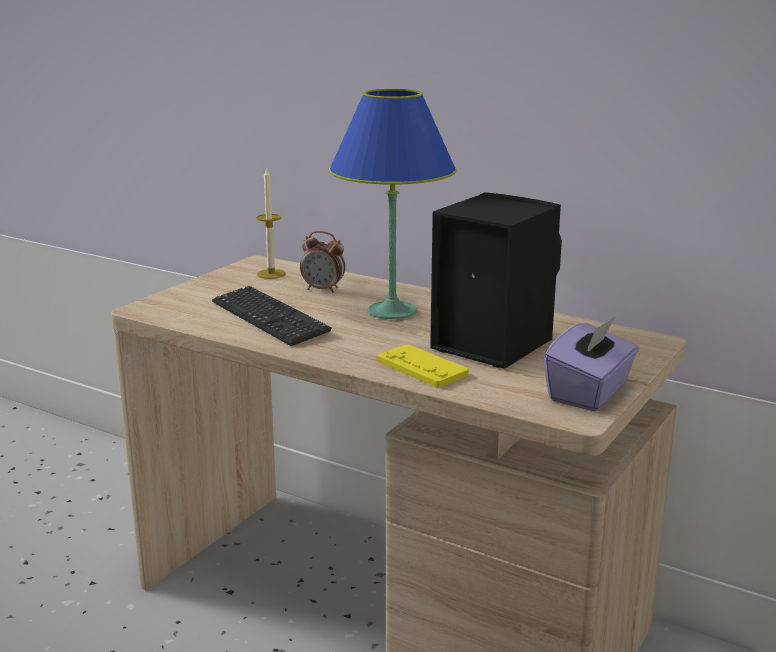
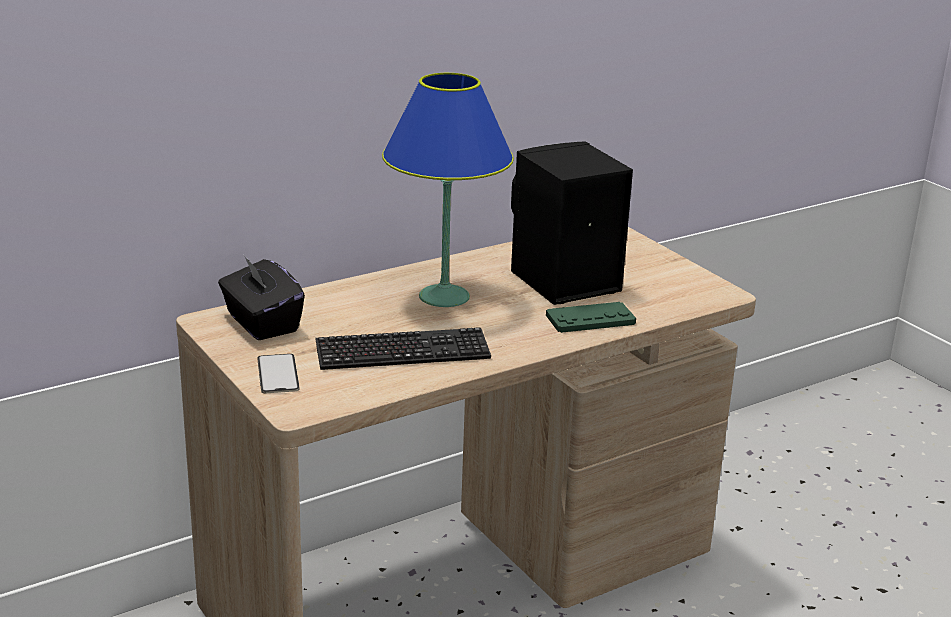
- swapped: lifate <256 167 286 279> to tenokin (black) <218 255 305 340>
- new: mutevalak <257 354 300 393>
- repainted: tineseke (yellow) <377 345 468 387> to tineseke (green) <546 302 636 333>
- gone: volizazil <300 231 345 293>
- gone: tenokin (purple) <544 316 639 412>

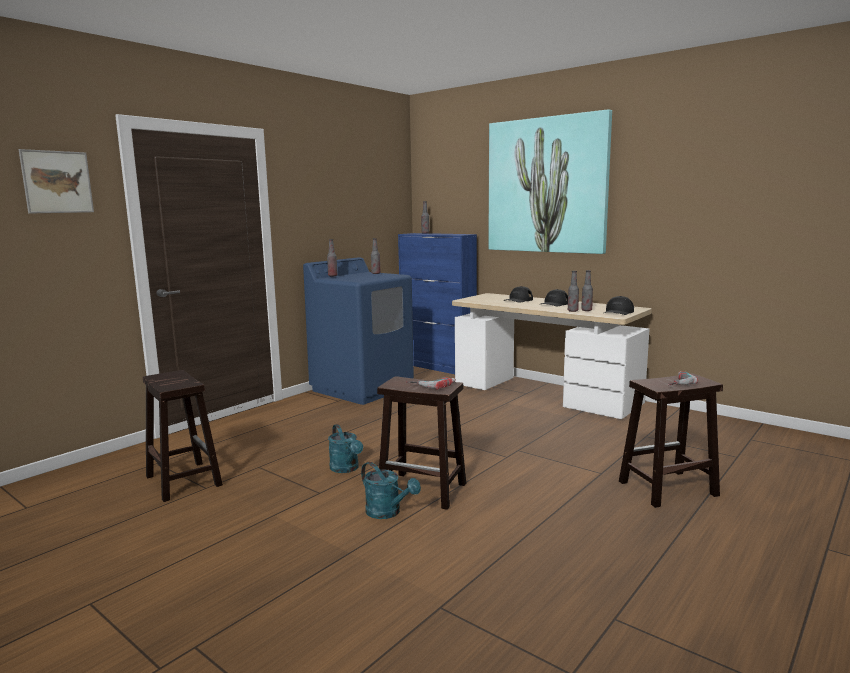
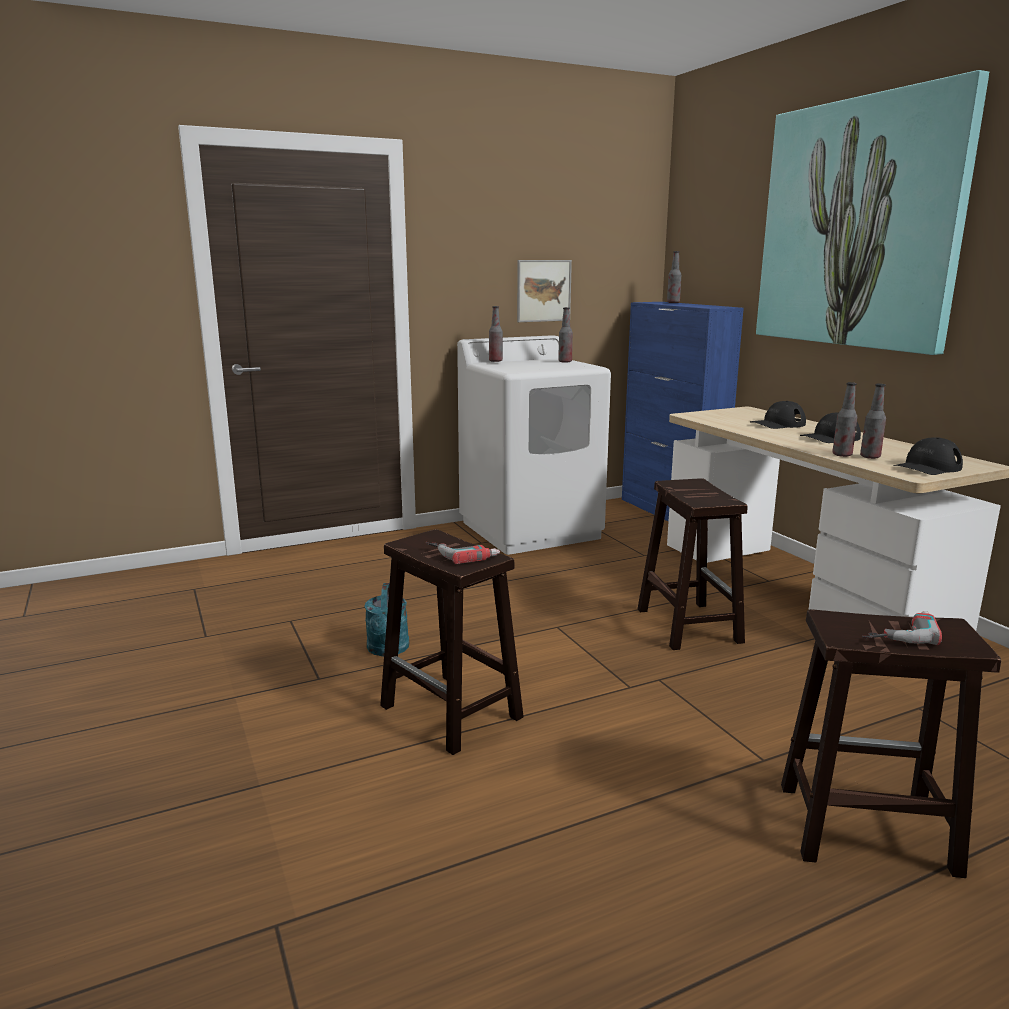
- repainted: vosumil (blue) <303 258 414 405> to vosumil (white) <457 335 611 555>
- shifted: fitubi <18 149 94 214> to <517 260 572 322>
- shifted: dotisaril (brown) <143 370 223 502> to <638 478 748 650>
- gone: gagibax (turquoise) <361 462 421 519>

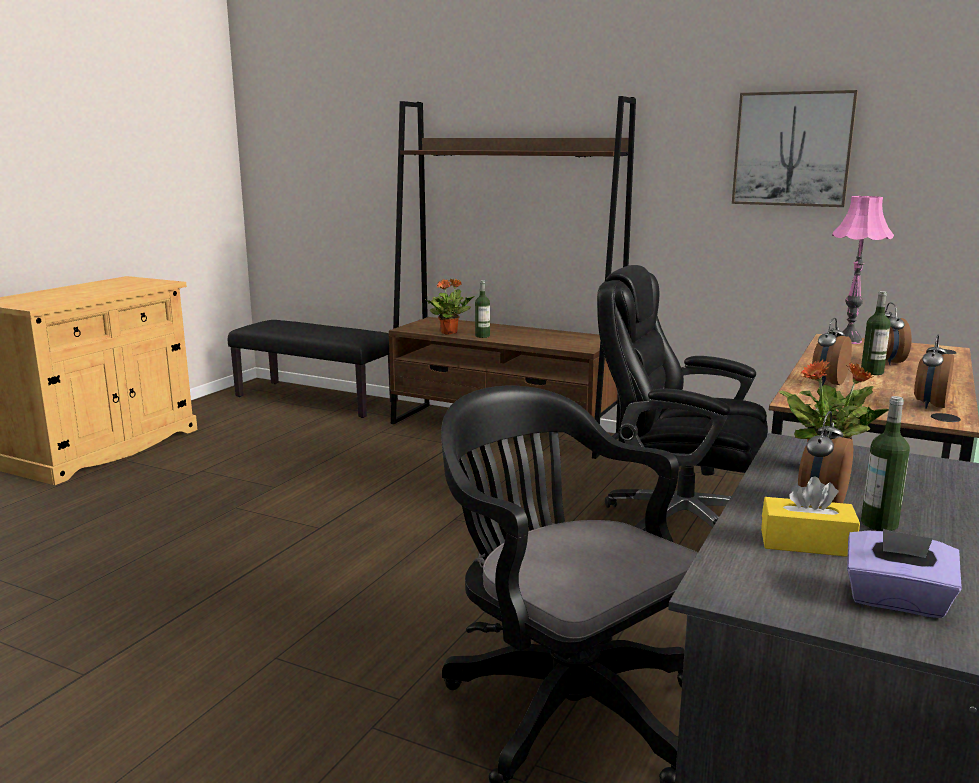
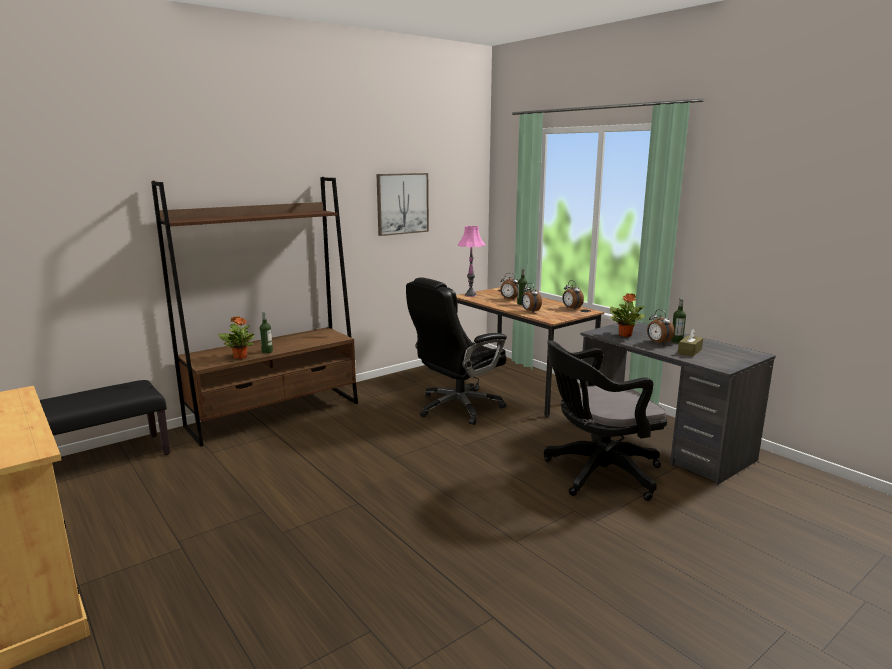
- repainted: tenokin (yellow) <761 477 860 557> to tenokin (brown) <678 328 703 357>
- gone: tenokin (purple) <847 529 962 618>

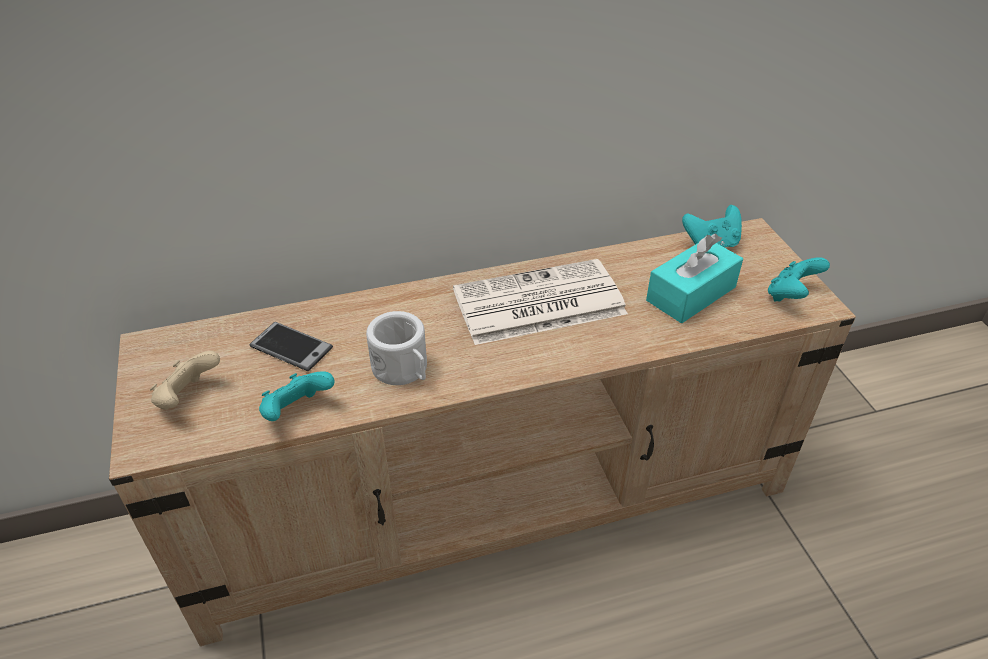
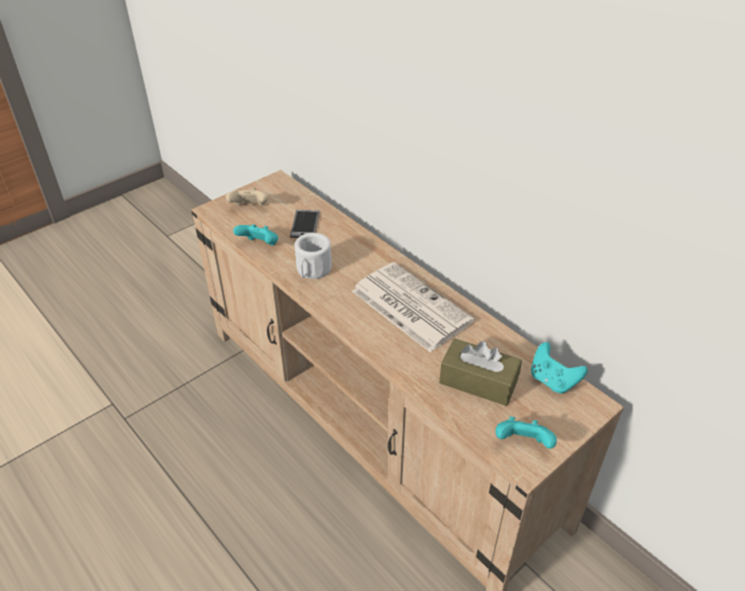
- repainted: tenokin (turquoise) <646 233 743 323> to tenokin (brown) <439 338 522 406>

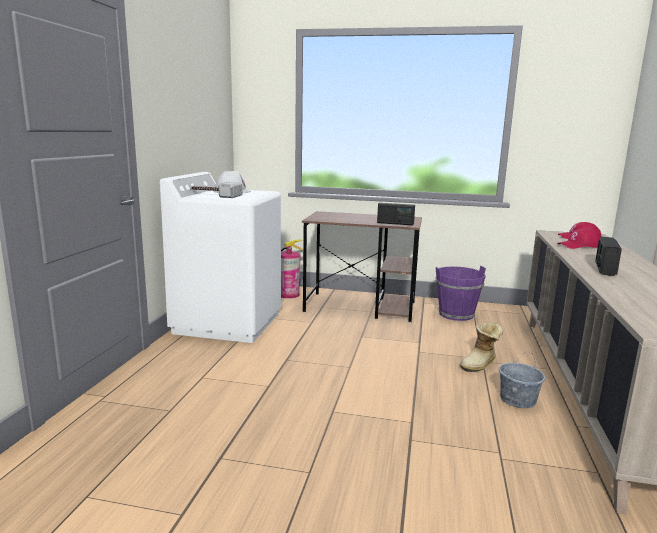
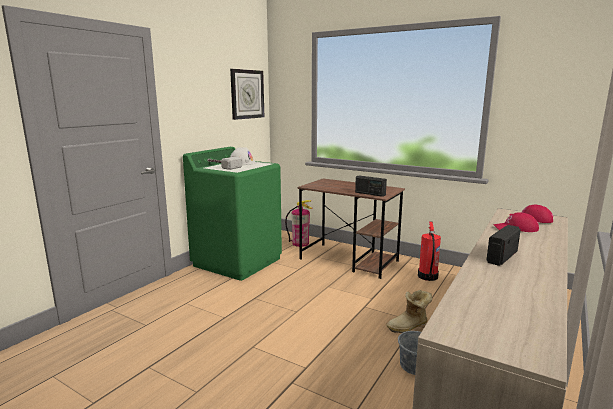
- repainted: vosumil (white) <160 172 281 343> to vosumil (green) <183 147 282 281>
- new: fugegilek <230 69 264 120>
- swapped: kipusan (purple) <435 266 486 321> to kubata <418 221 441 281>

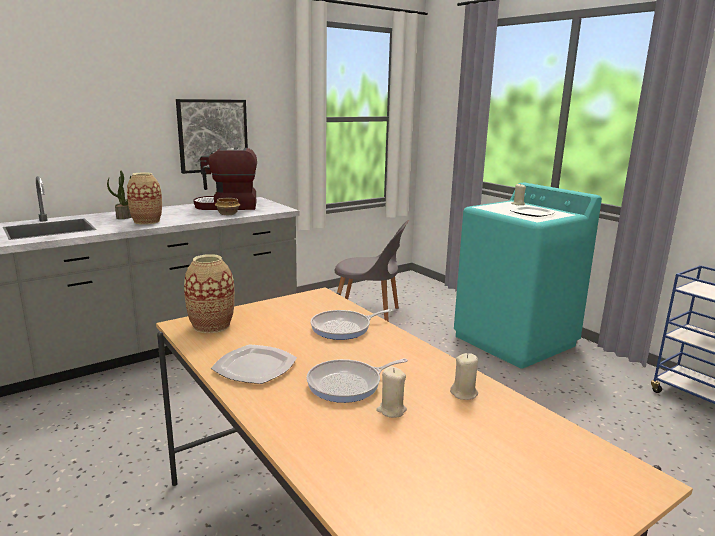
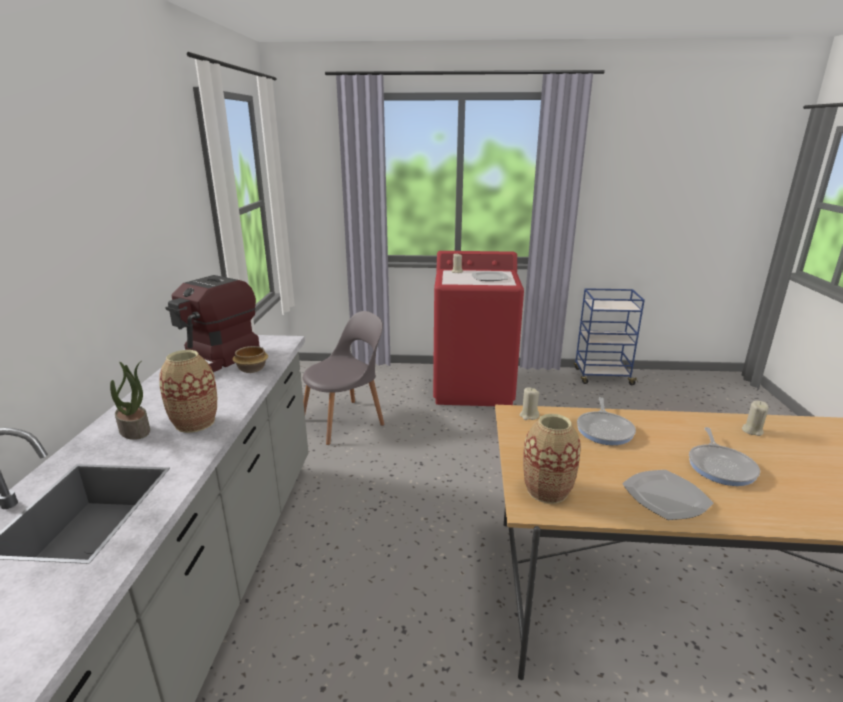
- repainted: vosumil (turquoise) <454 182 602 368> to vosumil (red) <433 251 524 406>
- shifted: lifate (beige) <376 366 407 418> to <520 387 540 420>
- gone: fitubi <176 99 248 174>

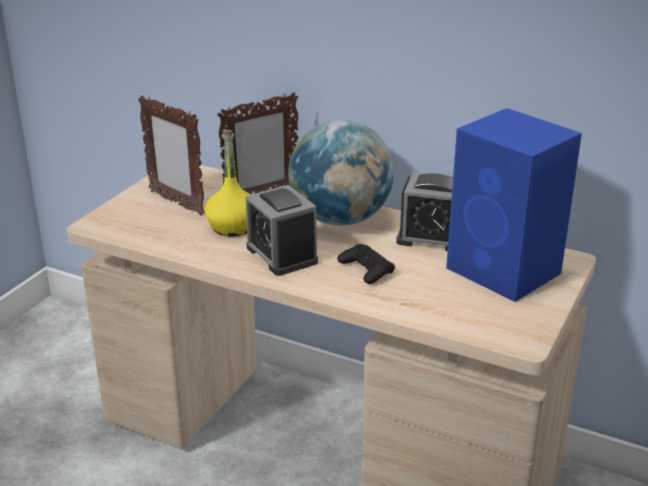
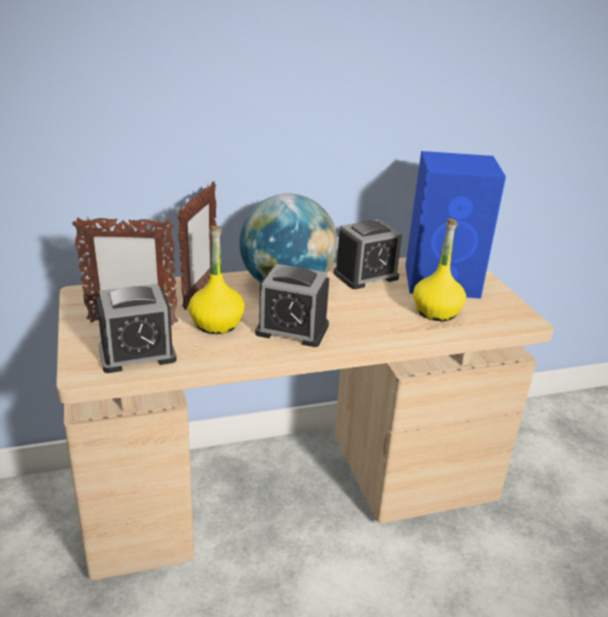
- new: volizazil <96 284 177 373>
- new: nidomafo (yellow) <413 218 466 321>
- gone: tineseke (black) <337 244 395 284>

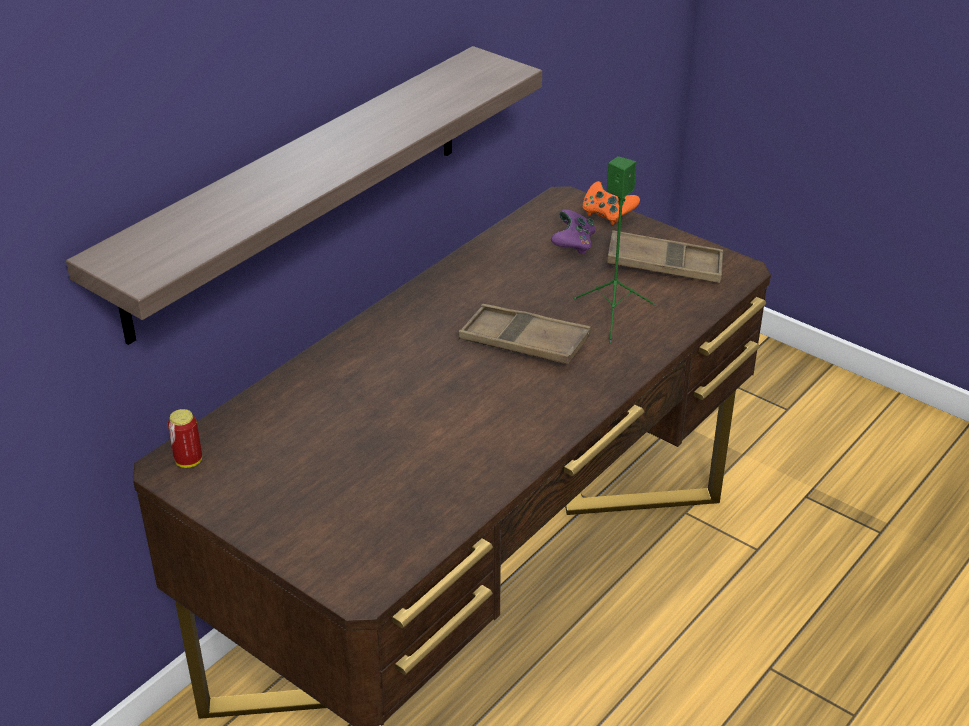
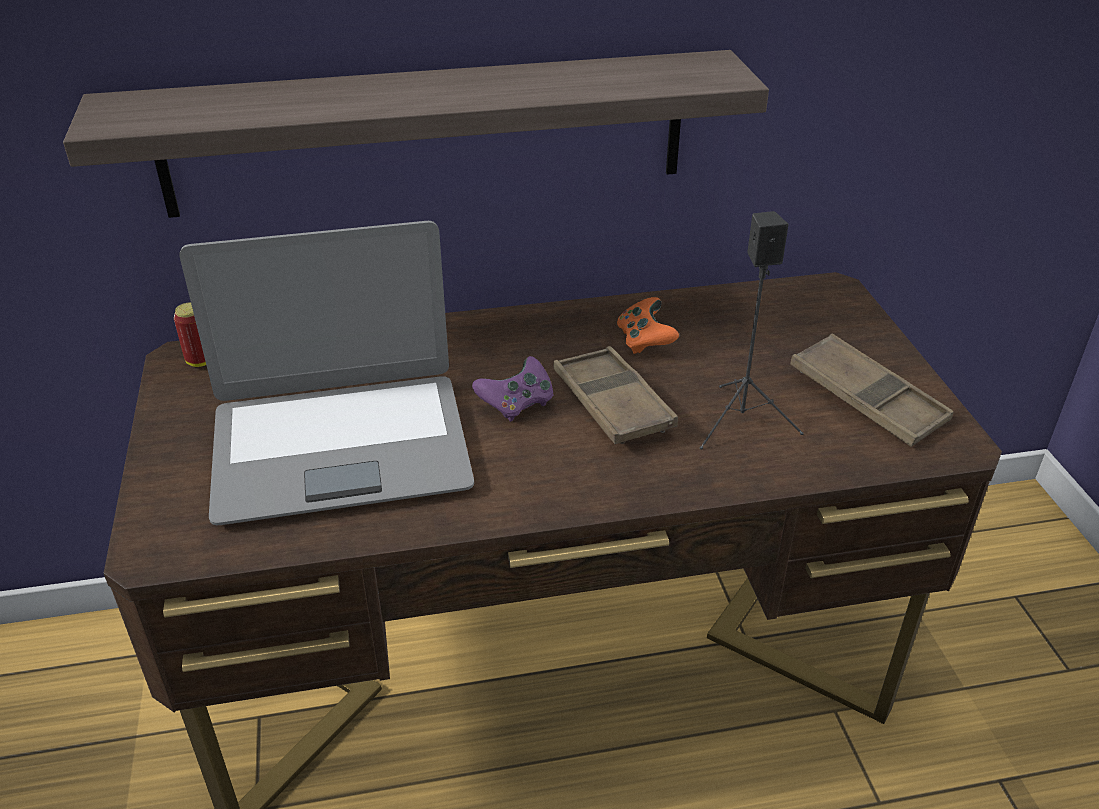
- new: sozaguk <179 221 474 525>
- shifted: tineseke (purple) <551 209 595 254> to <472 356 554 422>
- shifted: tineseke (orange) <582 181 640 225> to <617 297 679 354>
- repainted: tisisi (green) <574 156 656 343> to tisisi (black) <700 211 804 449>

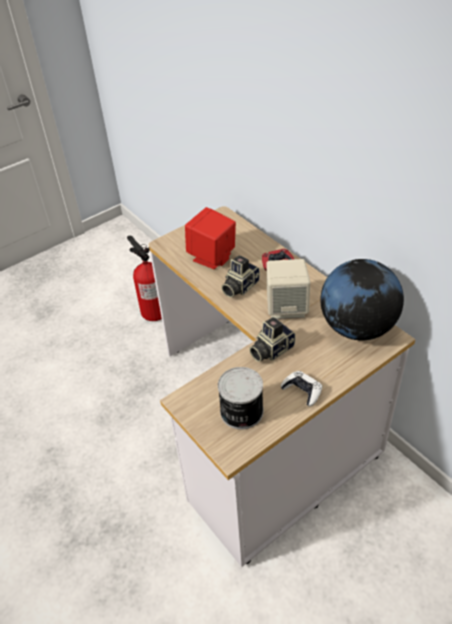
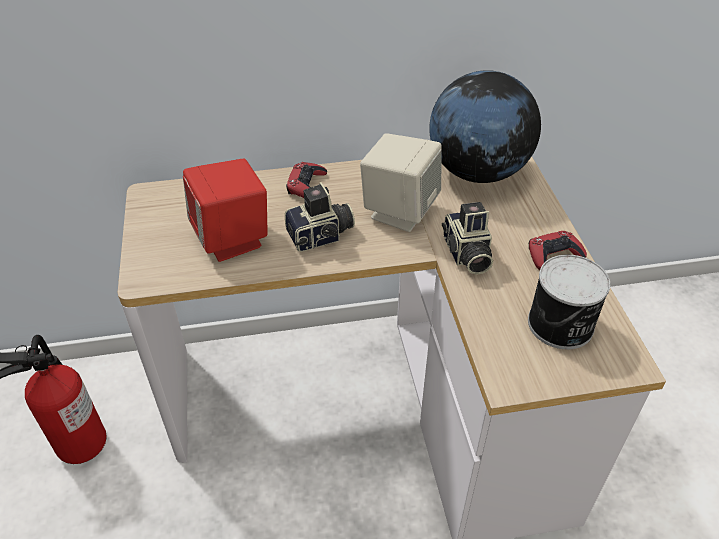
- rotated: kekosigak <221 255 260 298> = <285 182 355 252> 90 degrees counterclockwise
- repainted: tineseke (white) <281 371 322 406> to tineseke (red) <529 231 587 270>

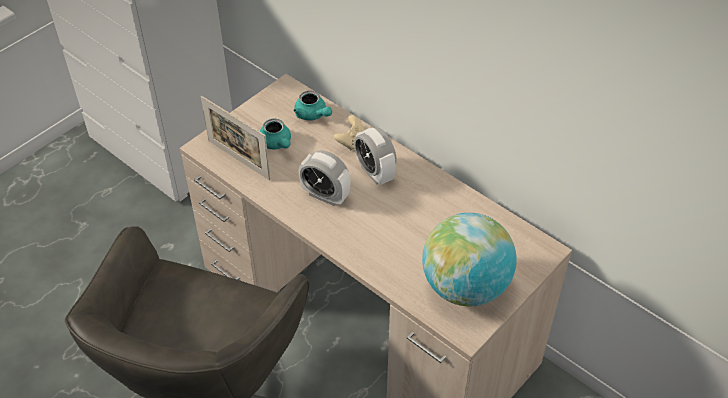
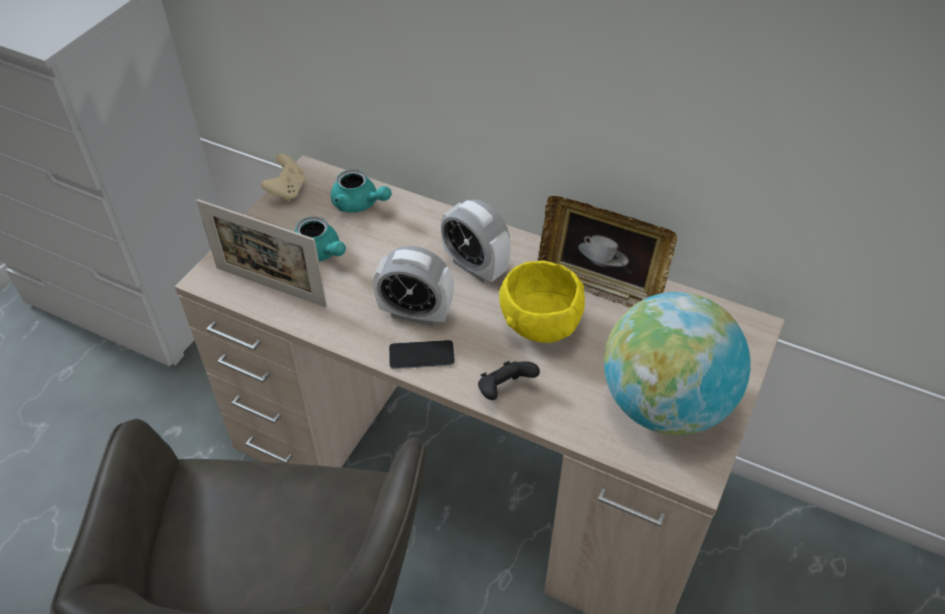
- shifted: tineseke (beige) <334 115 365 151> to <261 154 305 201>
- new: mutevalak <389 340 455 369>
- new: tineseke (black) <478 361 540 400>
- new: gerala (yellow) <499 261 585 343>
- new: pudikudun <538 196 677 308>

